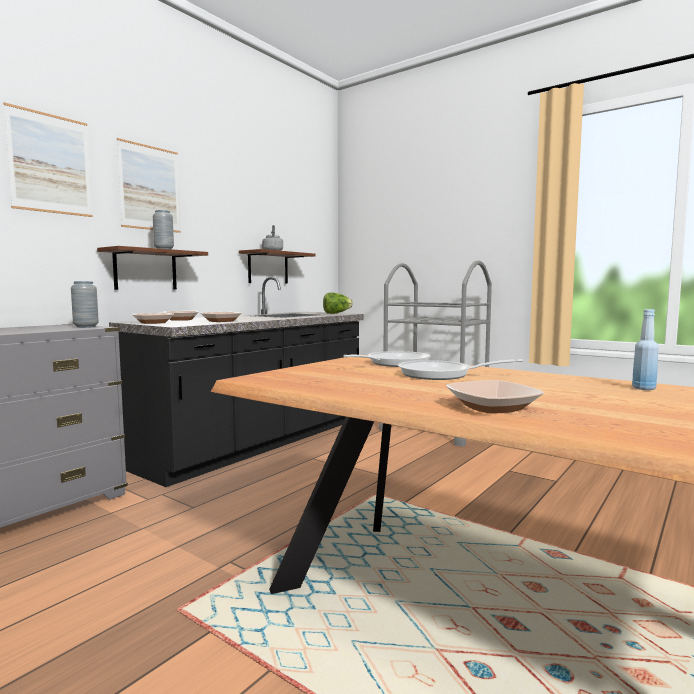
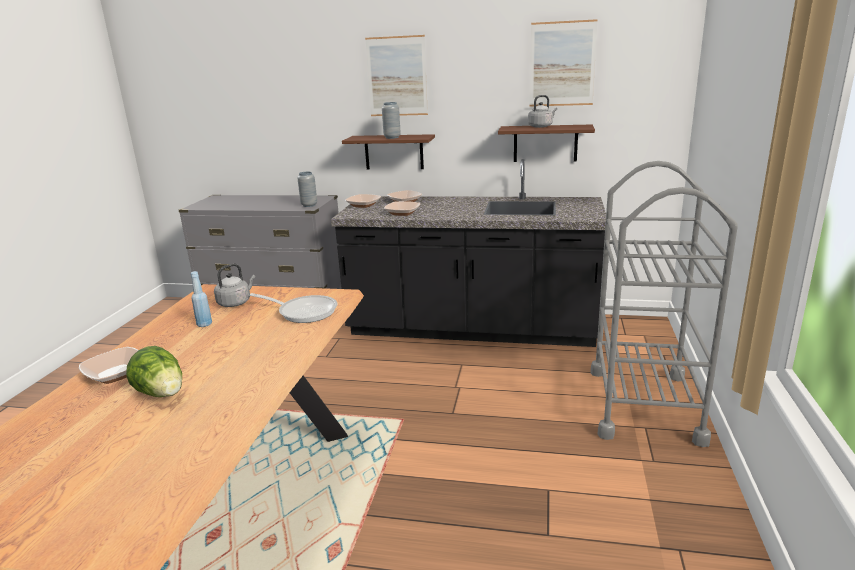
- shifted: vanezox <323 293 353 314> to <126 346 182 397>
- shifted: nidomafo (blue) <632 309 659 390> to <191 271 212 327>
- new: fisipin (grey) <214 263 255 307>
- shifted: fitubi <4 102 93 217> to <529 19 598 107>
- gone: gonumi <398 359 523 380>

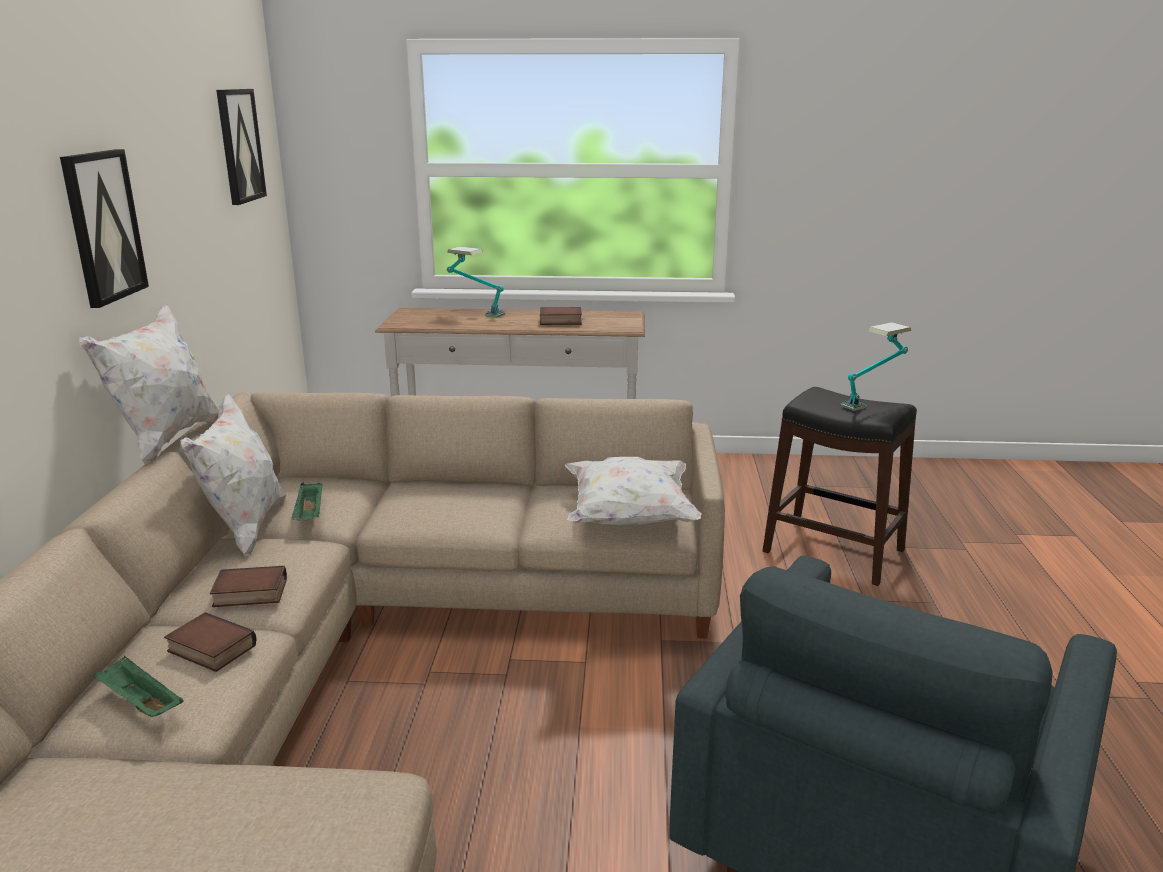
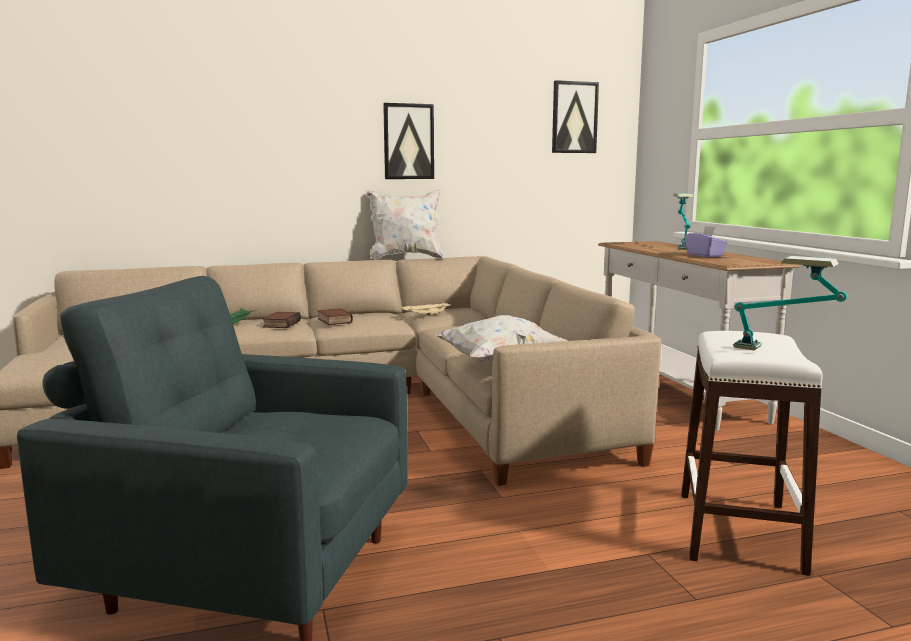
- repainted: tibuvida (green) <292 482 322 521> to tibuvida (beige) <402 302 451 316>
- repainted: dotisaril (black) <763 387 917 586> to dotisaril (white) <681 331 823 576>
- swapped: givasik <540 307 582 325> to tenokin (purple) <685 226 728 257>
- gone: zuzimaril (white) <180 392 286 557>

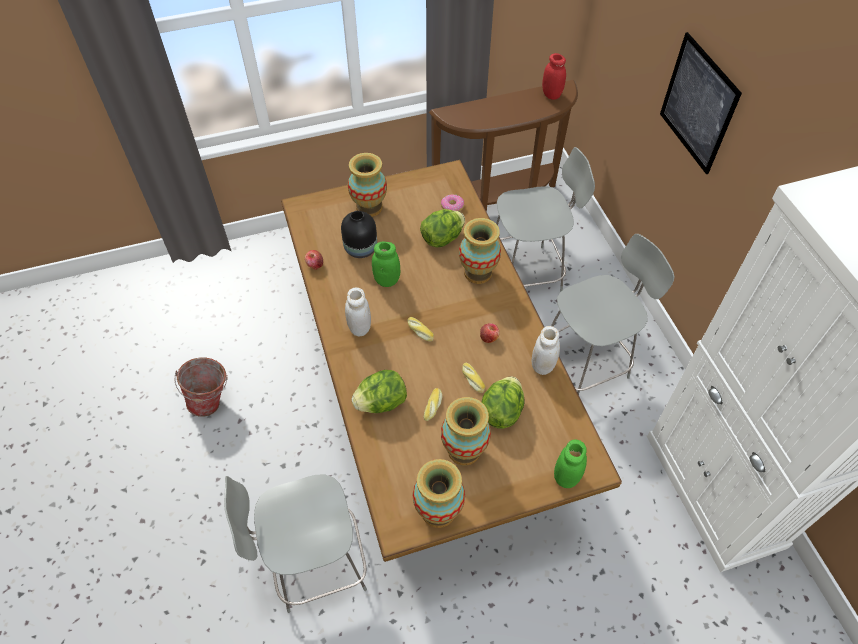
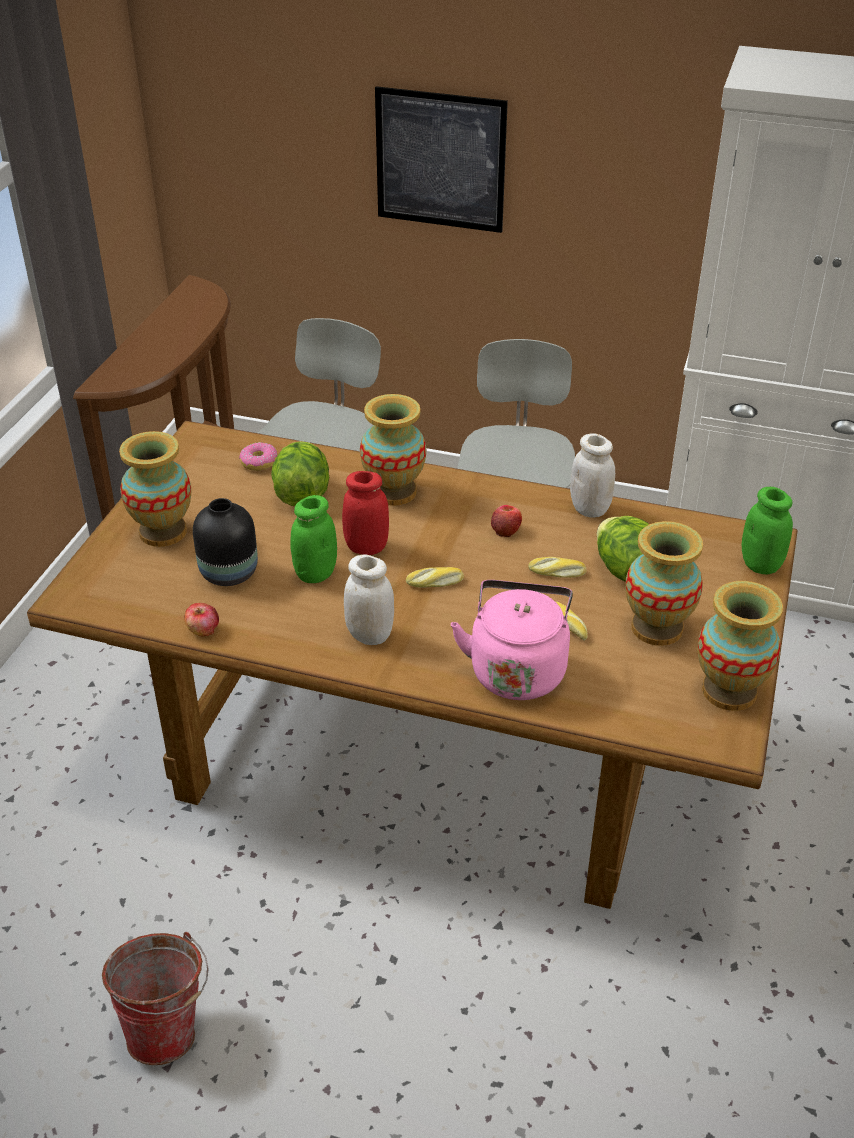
- shifted: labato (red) <542 53 566 100> to <342 471 389 555>
- swapped: vanezox <351 370 407 413> to fisipin (pink) <451 580 573 700>
- gone: dotisaril (grey) <224 475 367 613>

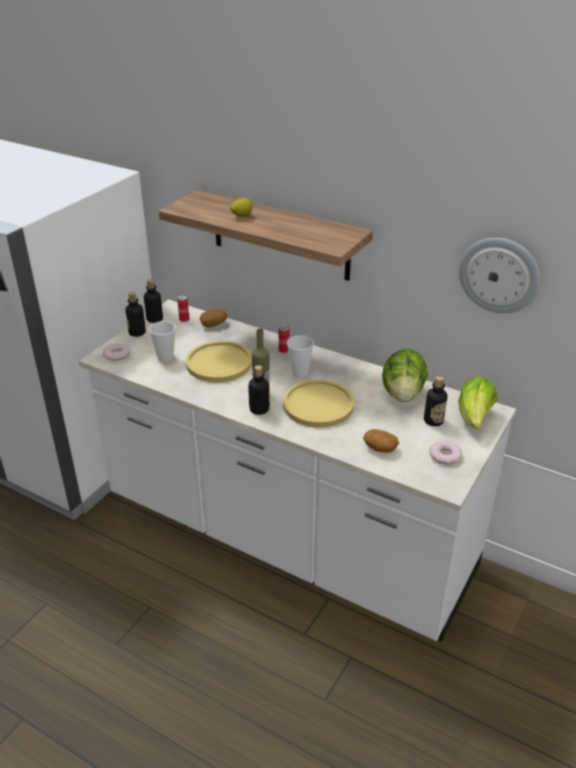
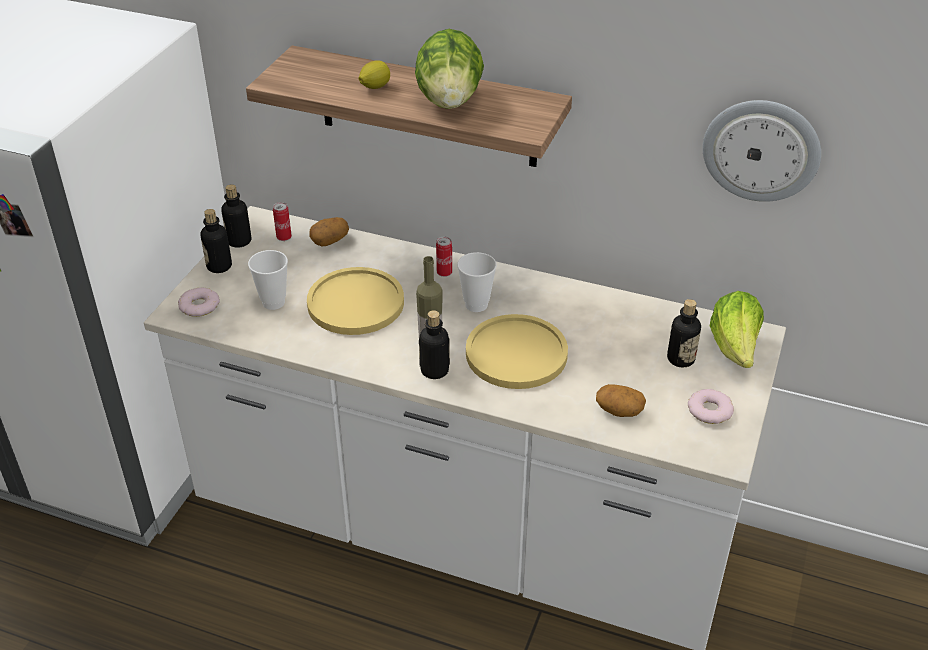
- shifted: vanezox <382 349 428 402> to <415 29 484 109>

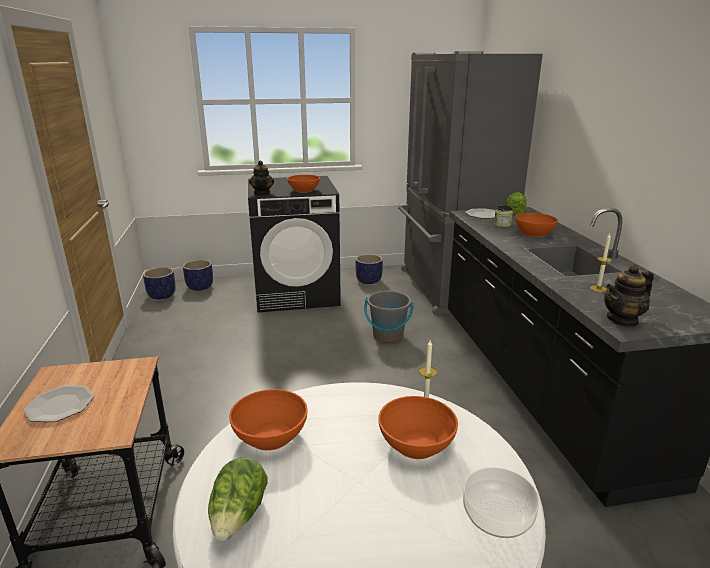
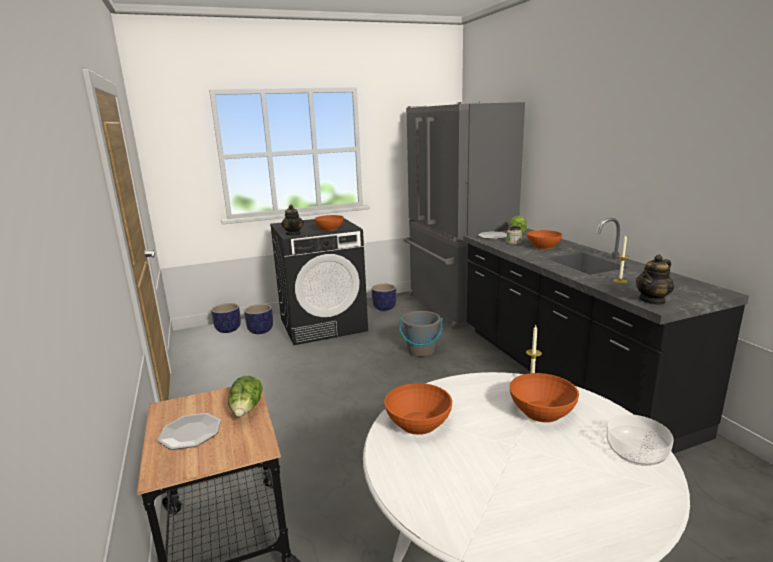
- shifted: vanezox <208 458 268 542> to <228 376 263 417>
- shifted: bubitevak <143 267 176 300> to <244 304 273 334>

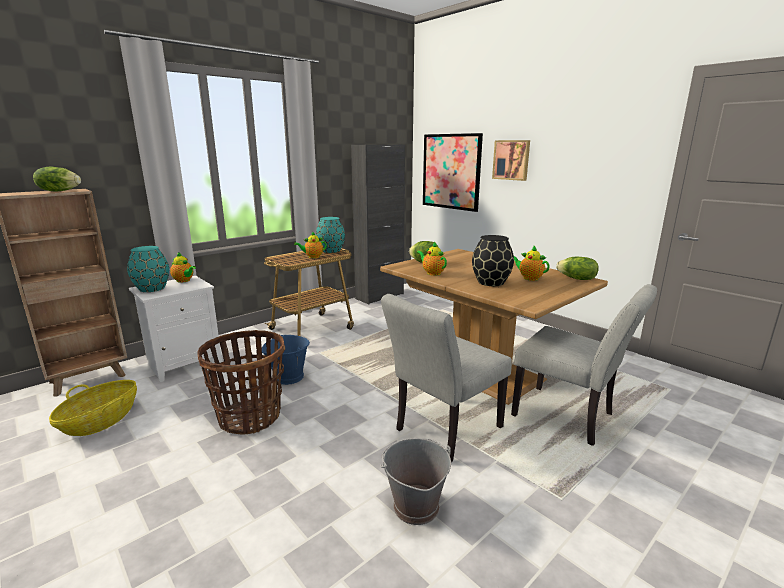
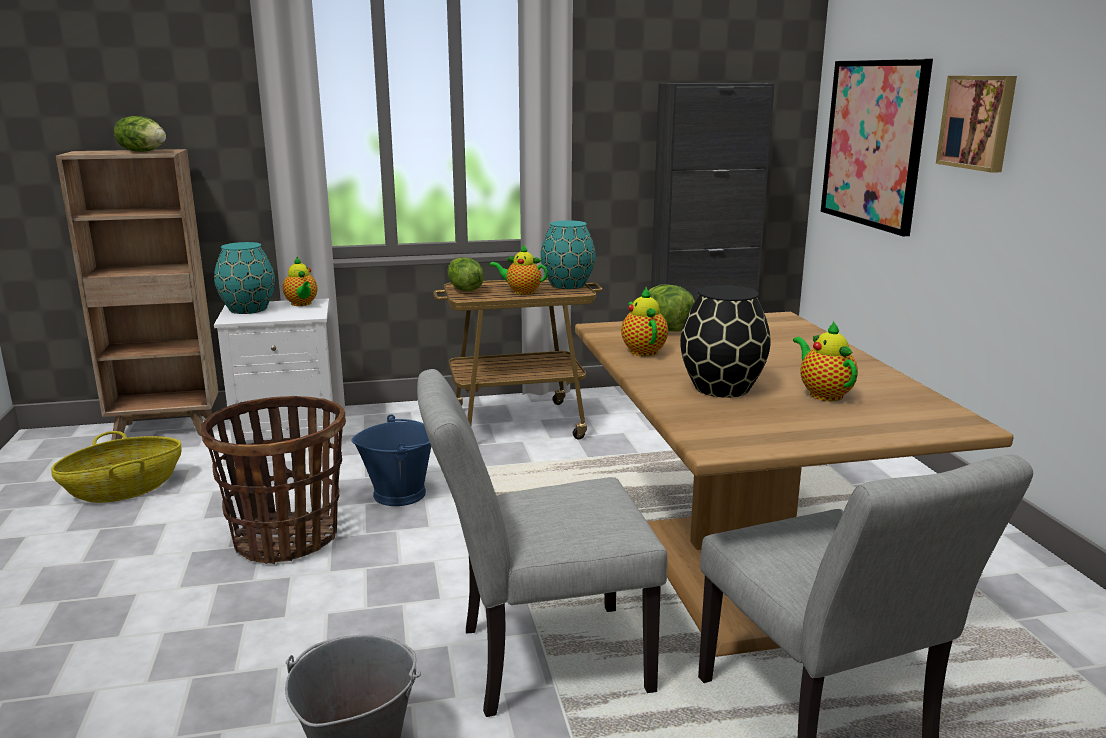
- shifted: vanezox <556 257 599 280> to <448 257 484 291>

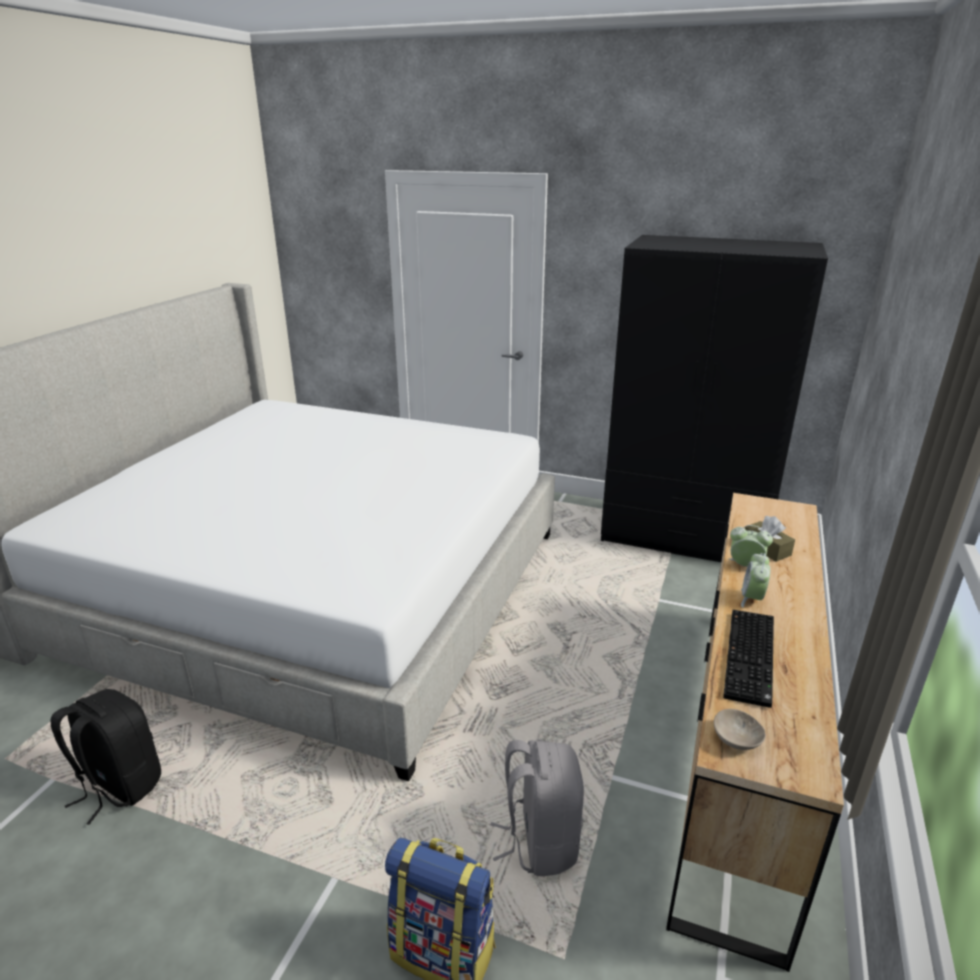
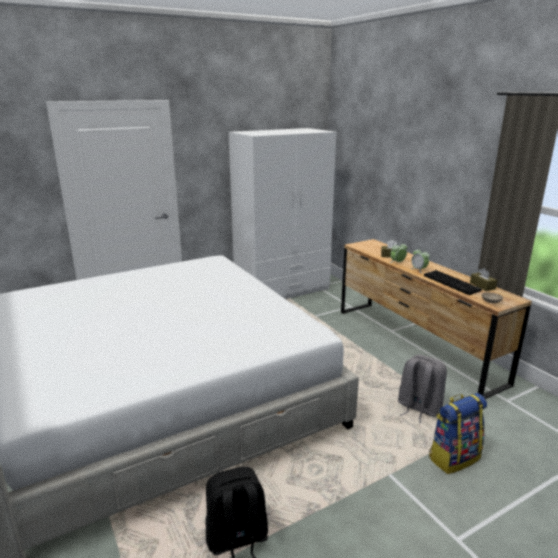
- repainted: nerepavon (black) <601 235 828 562> to nerepavon (white) <229 128 336 299>
- new: tenokin (brown) <470 268 497 291>

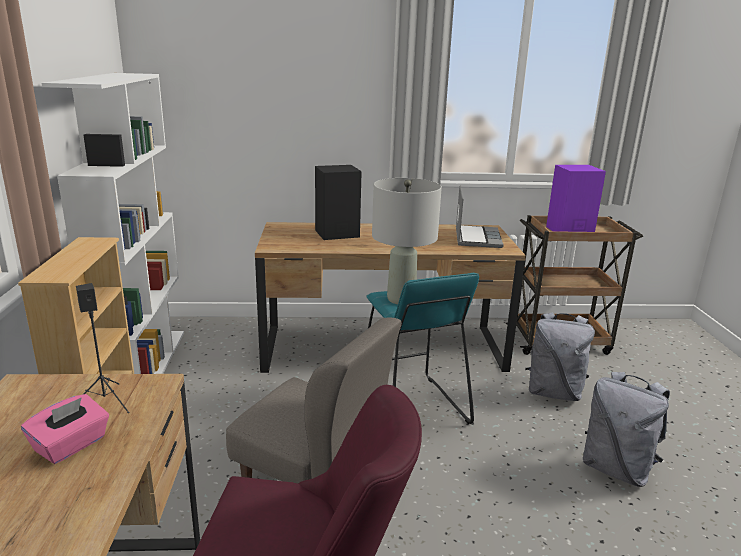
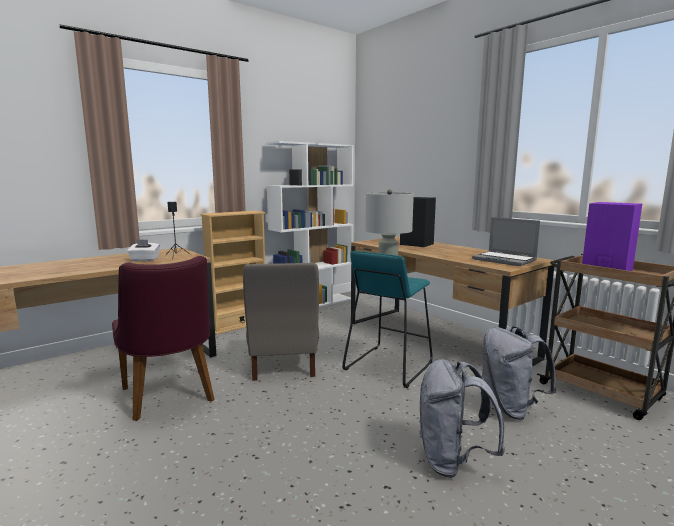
- repainted: tenokin (pink) <21 394 109 464> to tenokin (white) <127 239 160 261>
- rotated: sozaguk <456 185 504 248> = <472 217 540 266> 75 degrees clockwise

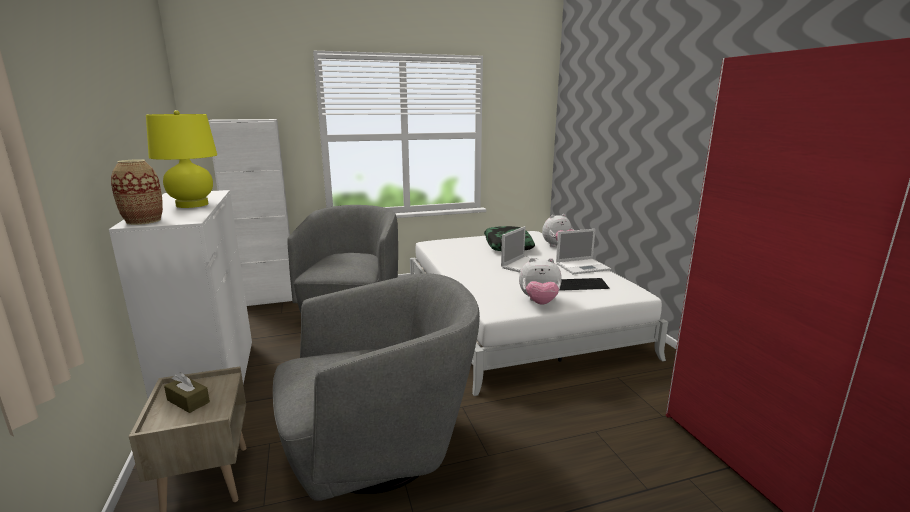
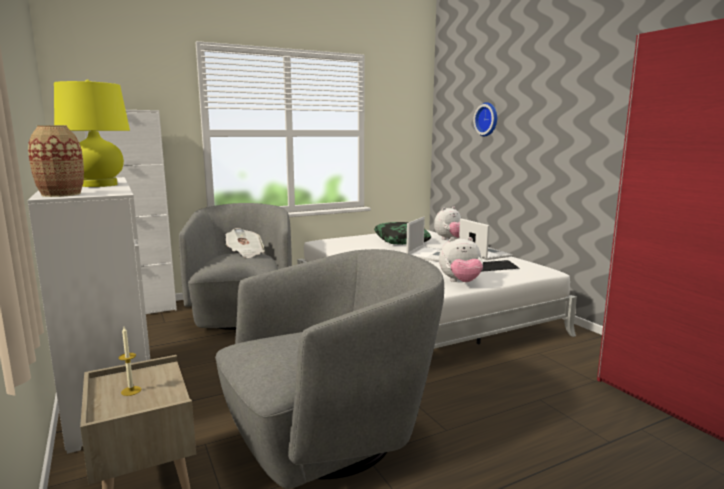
- swapped: tenokin (brown) <164 372 210 413> to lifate <119 327 141 396>
- new: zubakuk <226 228 265 258>
- rotated: sozaguk <556 229 611 274> = <459 219 513 260> 90 degrees counterclockwise
- new: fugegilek <473 102 497 136>

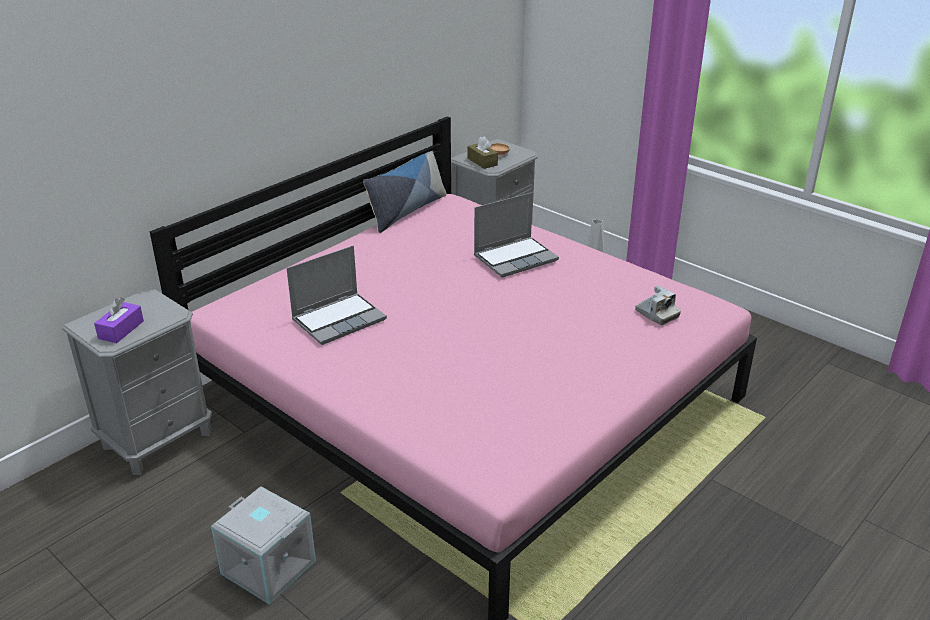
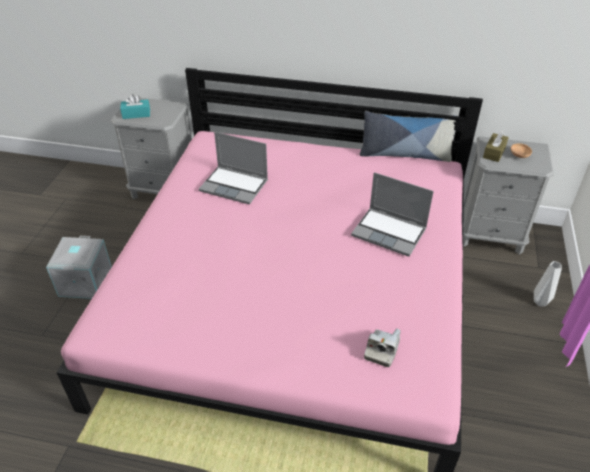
- repainted: tenokin (purple) <94 297 144 343> to tenokin (turquoise) <120 94 150 119>

